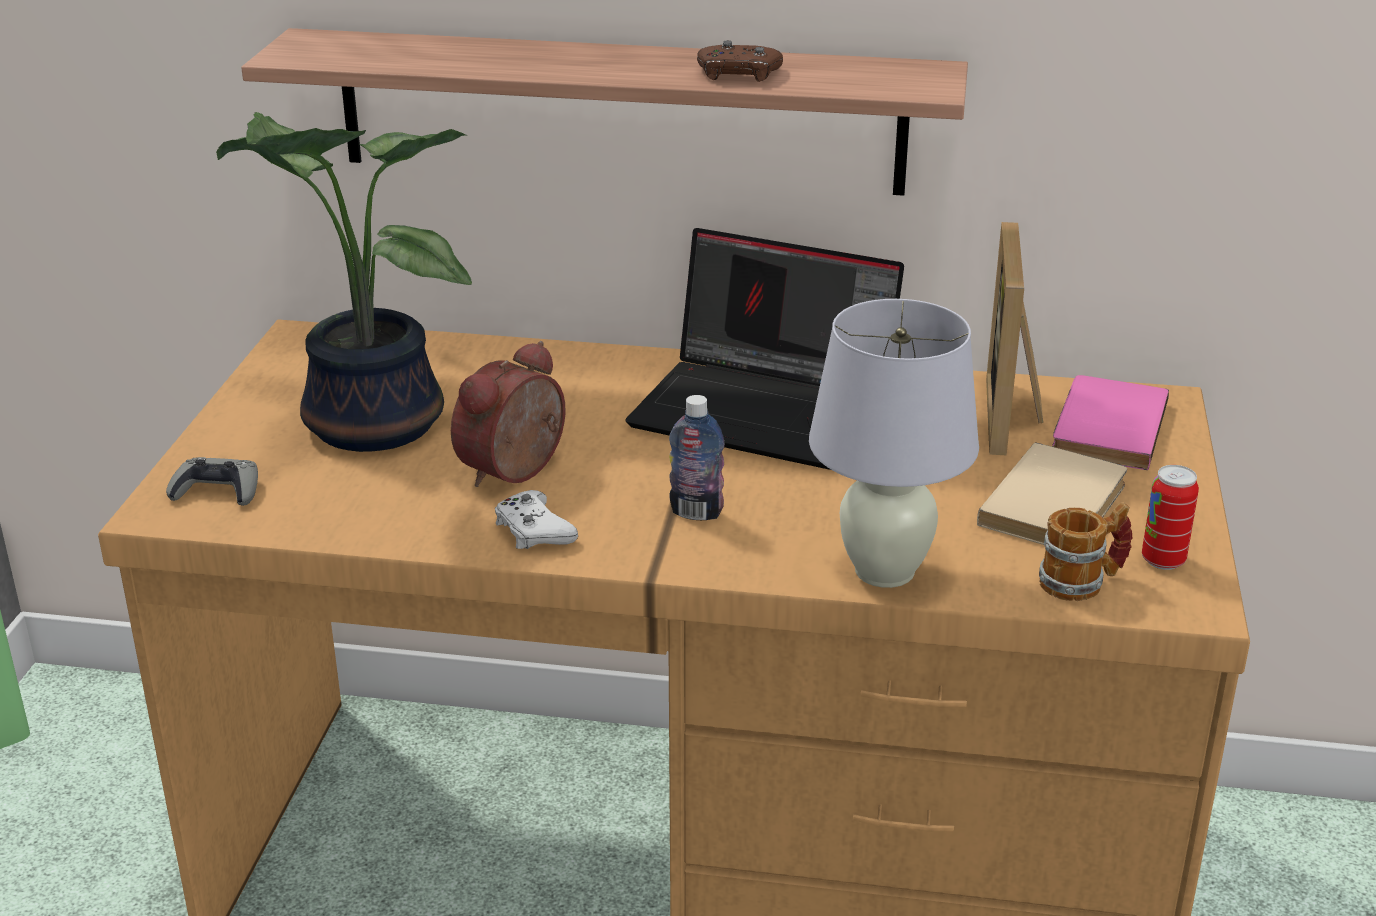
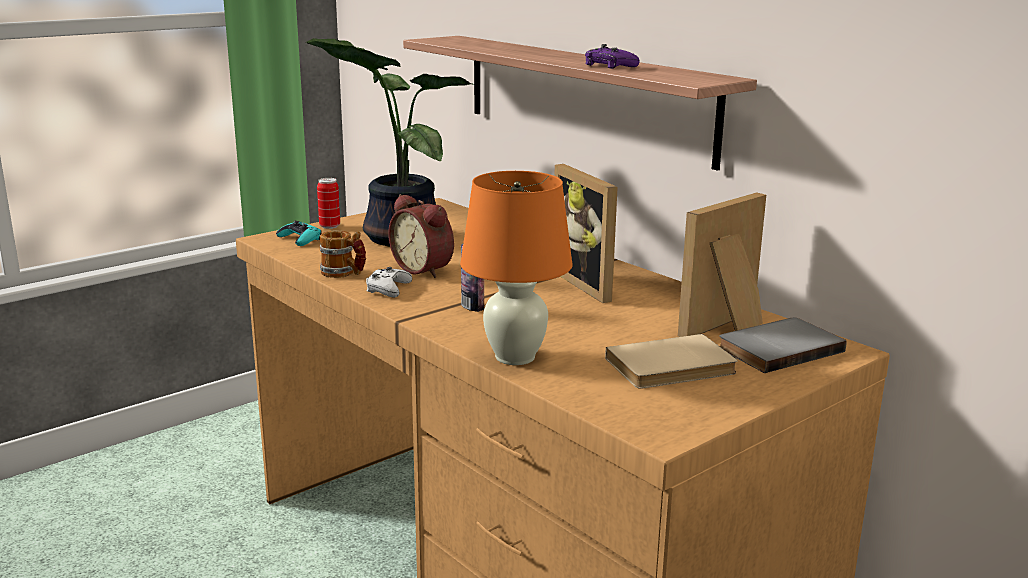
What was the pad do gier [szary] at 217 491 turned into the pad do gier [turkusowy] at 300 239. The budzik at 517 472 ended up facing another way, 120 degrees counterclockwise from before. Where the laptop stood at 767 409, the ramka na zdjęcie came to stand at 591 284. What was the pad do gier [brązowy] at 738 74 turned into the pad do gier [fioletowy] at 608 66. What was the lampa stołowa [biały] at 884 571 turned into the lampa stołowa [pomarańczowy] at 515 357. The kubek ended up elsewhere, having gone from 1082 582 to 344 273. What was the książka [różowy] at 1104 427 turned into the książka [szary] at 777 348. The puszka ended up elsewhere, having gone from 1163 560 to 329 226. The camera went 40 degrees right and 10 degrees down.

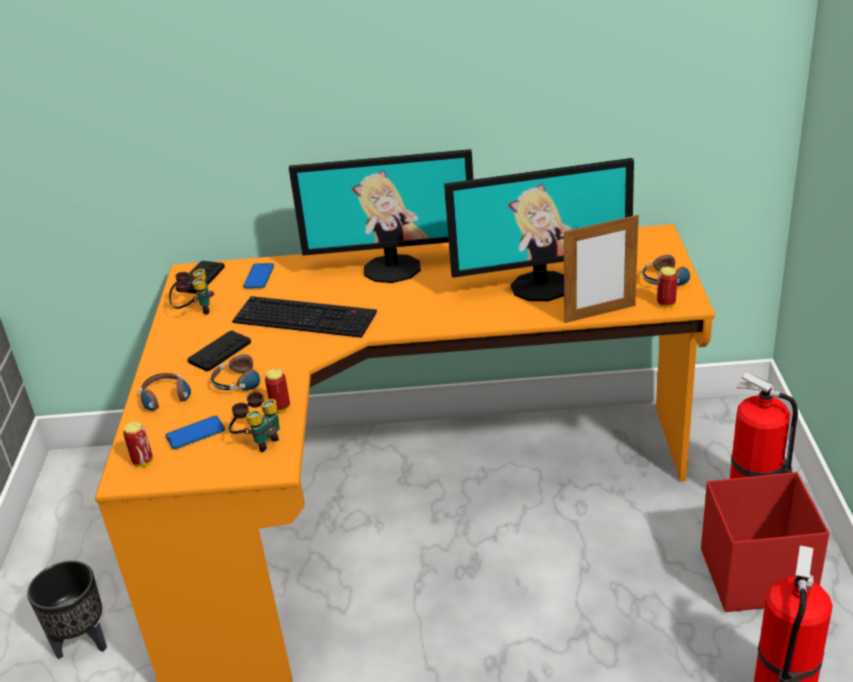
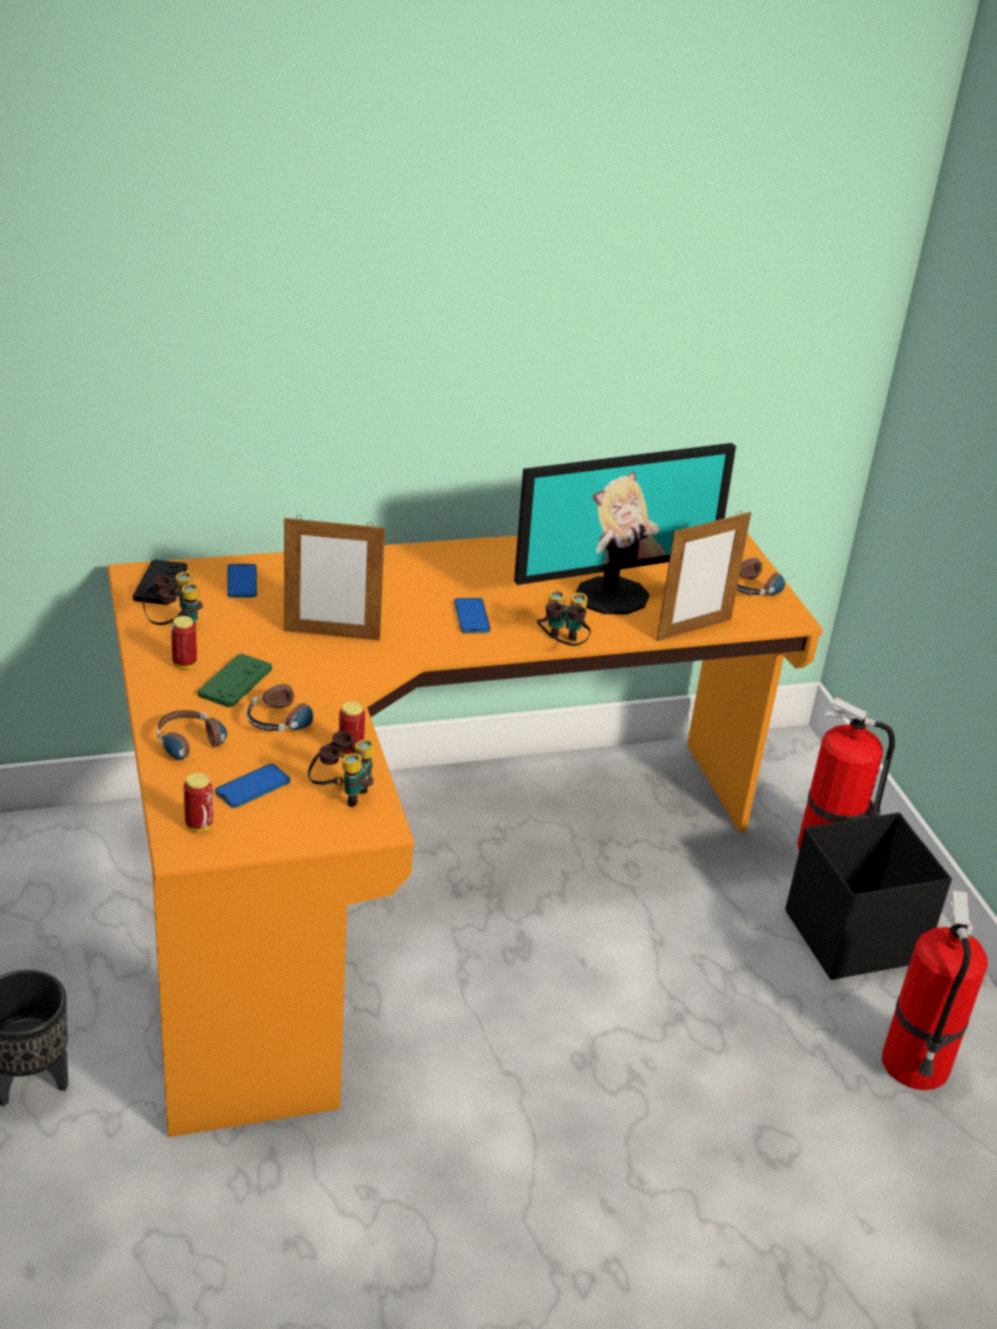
What was the pad do gier [czarny] at 220 352 turned into the pad do gier [zielony] at 235 682. Where the klawiatura stood at 307 317, the ramka na zdjęcie came to stand at 331 635. The second view lost the monitor at 392 268. The puszka ended up elsewhere, having gone from 666 304 to 184 664. What was the pojemnik do przechowywania [czerwony] at 754 575 turned into the pojemnik do przechowywania [czarny] at 851 936. The second view gained the telefon at 471 617. The second view gained the lornetka at 561 646. The camera went 20 degrees left and 0 degrees up.

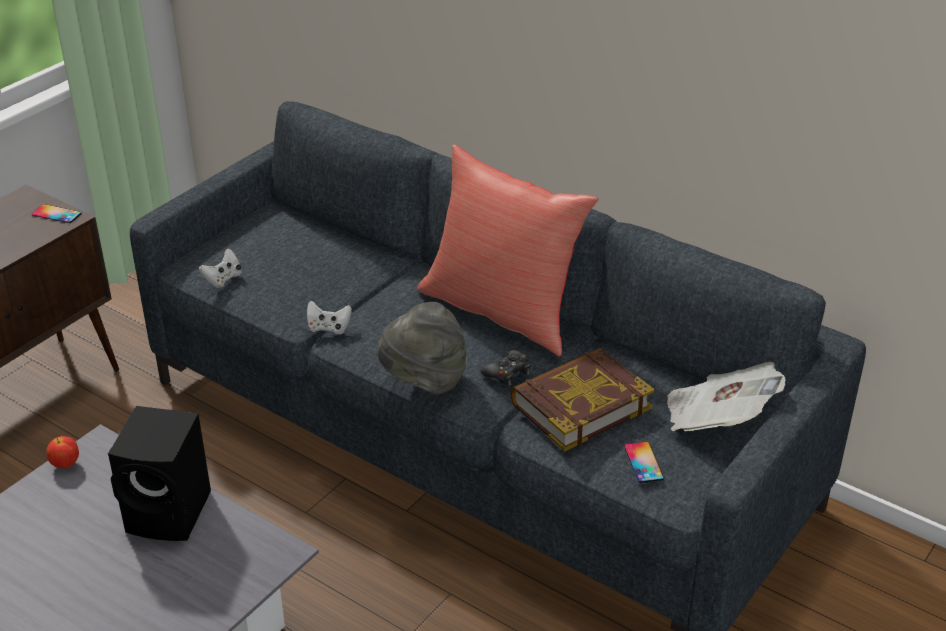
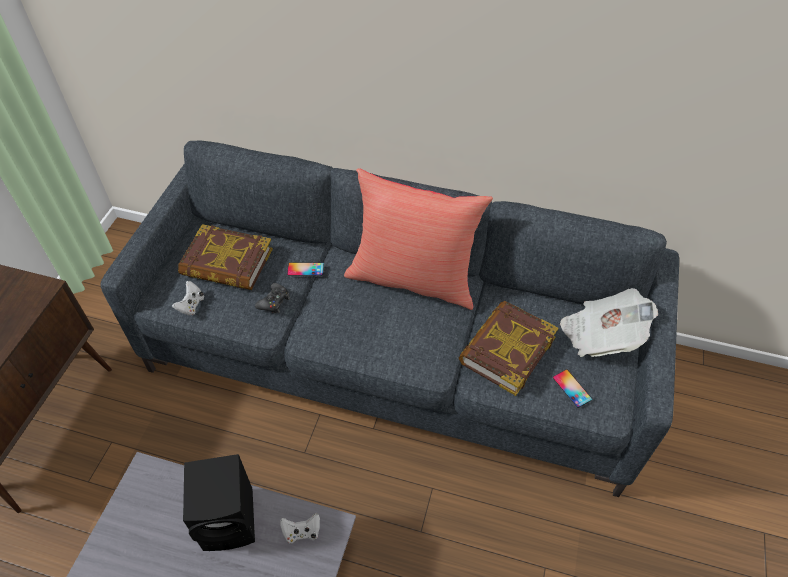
The telefon ended up elsewhere, having gone from 56 214 to 305 269. The second view lost the jabłko at 65 465. The pad do gier [biały] ended up elsewhere, having gone from 328 328 to 302 532. The second view lost the kapelusz [szary] at 424 381. The pad do gier [czarny] ended up elsewhere, having gone from 507 373 to 274 301. The second view gained the książka at 227 263. The camera went 20 degrees left and 15 degrees up.

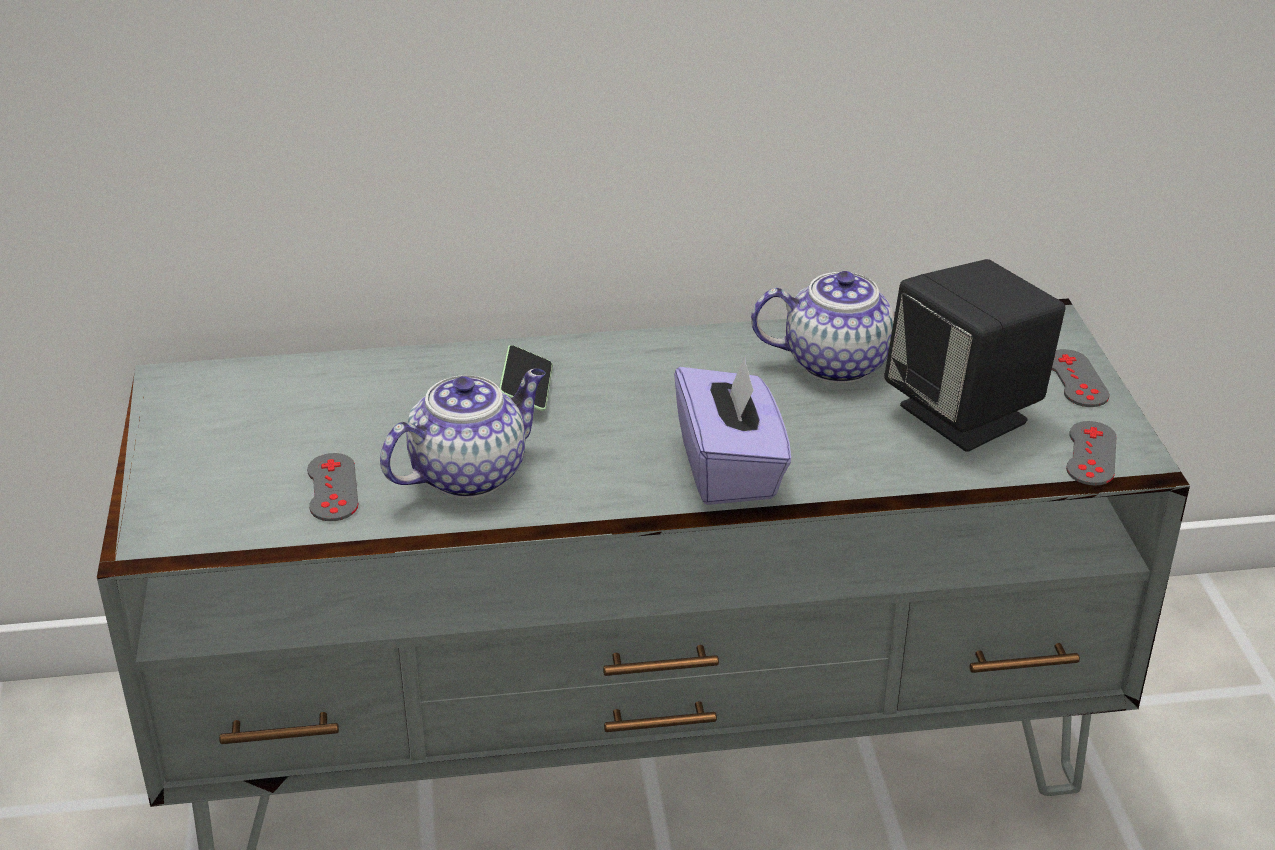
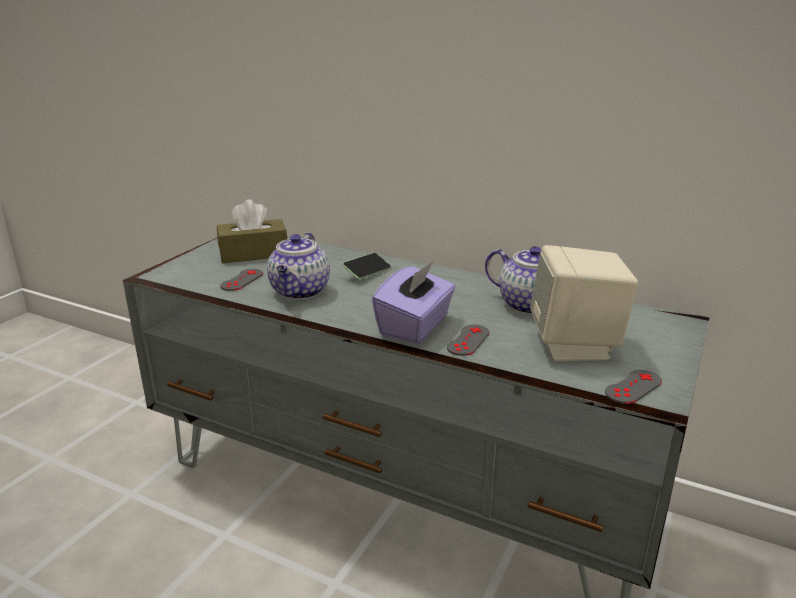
The imbryk at 470 473 ended up facing another way, 105 degrees clockwise from before. What was the głośnik [czarny] at 966 414 turned into the głośnik [beżowy] at 575 345. The pad do gier [szary] ended up elsewhere, having gone from 1076 379 to 468 340. The second view gained the pudełko chusteczek [brązowy] at 253 254. The camera went 35 degrees right and 10 degrees down.

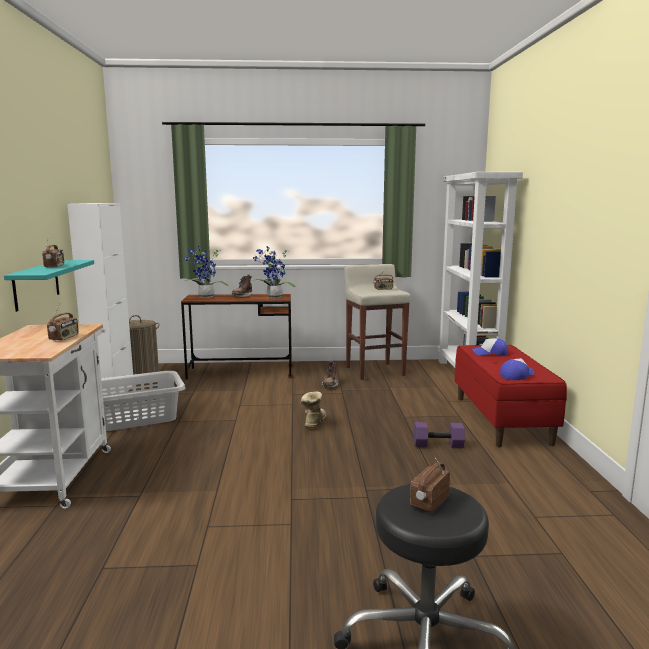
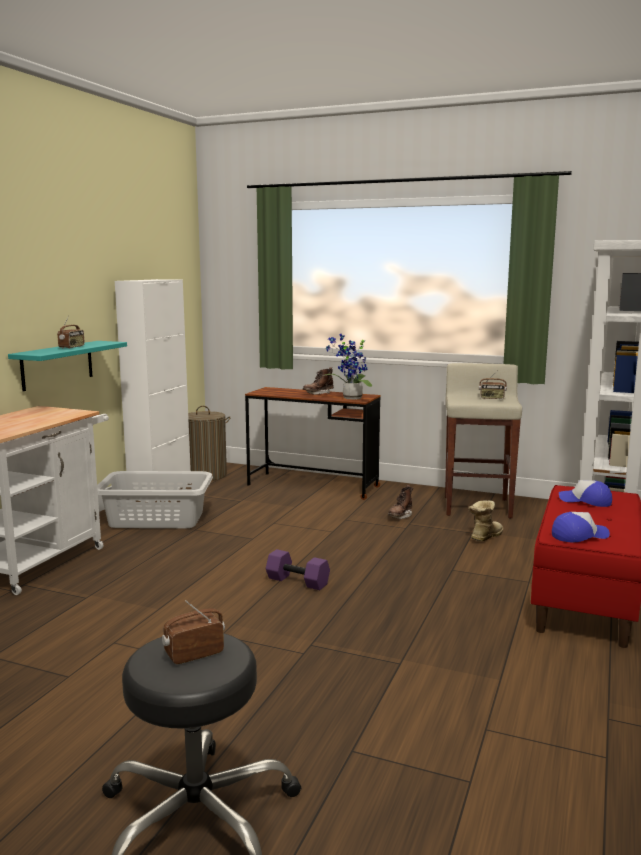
The second view lost the radio at 64 338. The second view lost the roślina doniczkowa at 205 297. The but z cholewką ended up elsewhere, having gone from 313 423 to 484 536. The hantel [fioletowy] ended up elsewhere, having gone from 438 444 to 298 581. The camera went 25 degrees right and 0 degrees up.

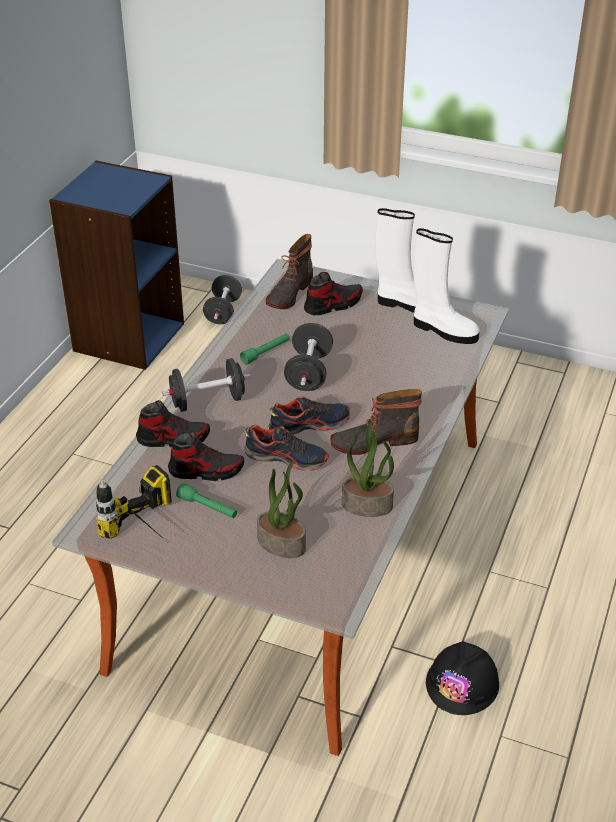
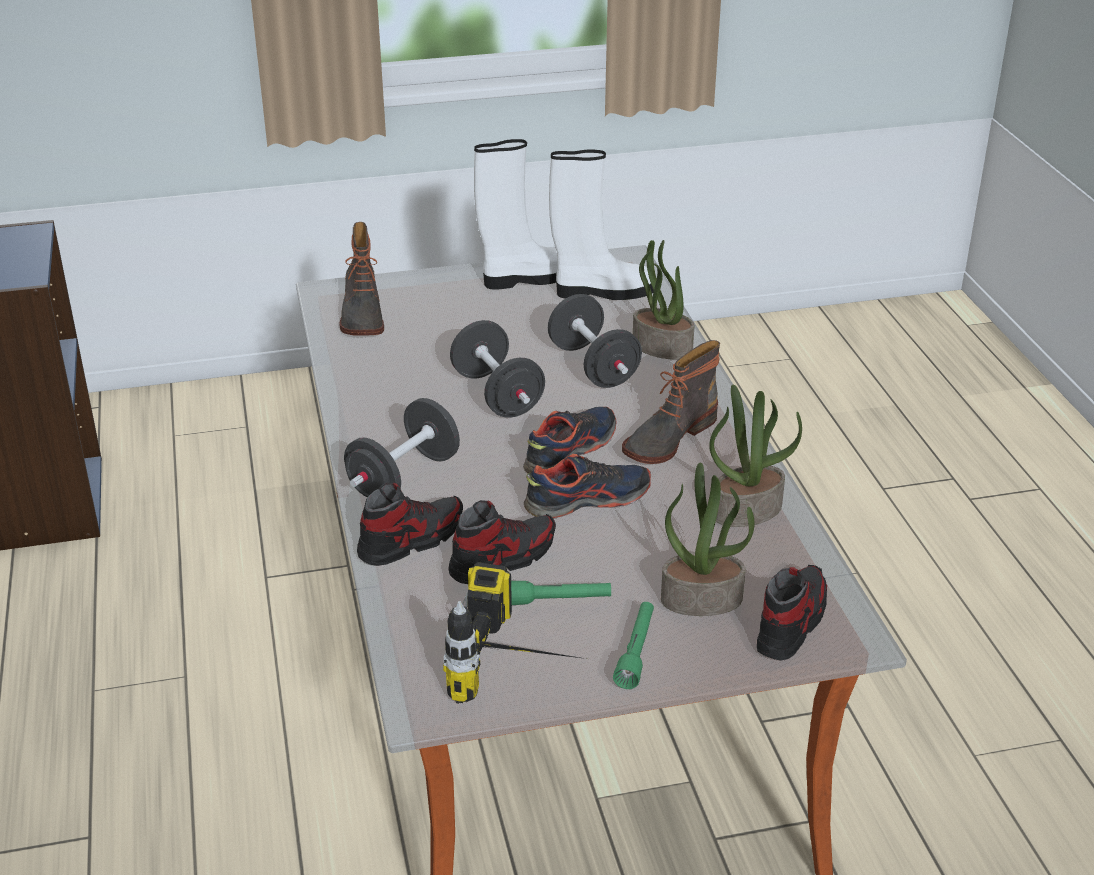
The hantel [czarny] ended up elsewhere, having gone from 223 312 to 593 366. The latarka [zielony] ended up elsewhere, having gone from 266 352 to 636 651. The but ended up elsewhere, having gone from 333 305 to 791 623. The second view lost the kask [czarny] at 462 683. The second view gained the roślina doniczkowa at 661 347. The camera went 35 degrees left and 5 degrees down.

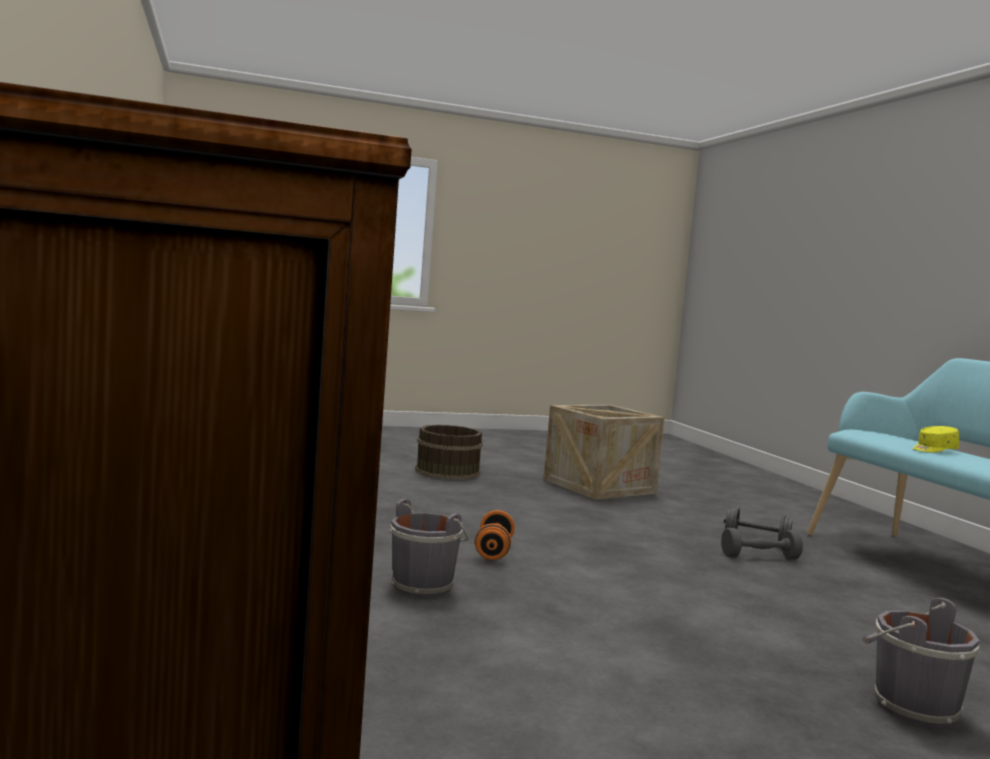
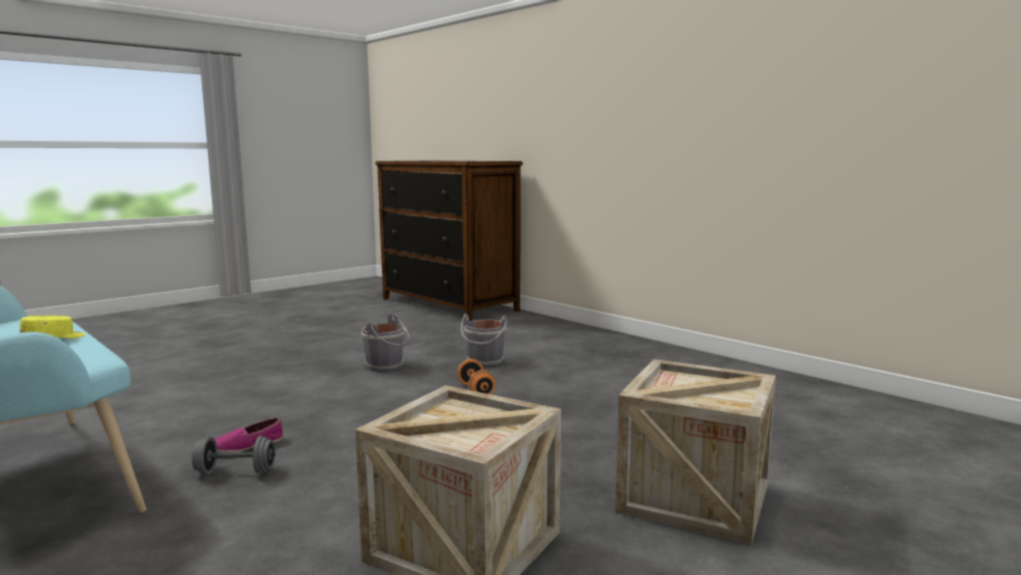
Where the wiadro [brązowy] stood at 447 471, the skrzynka came to stand at 694 498. Where the hantel [szary] stood at 760 557, the but came to stand at 247 446. The wiadro [szary] ended up elsewhere, having gone from 911 706 to 386 366. The camera went 155 degrees right and 5 degrees up.

